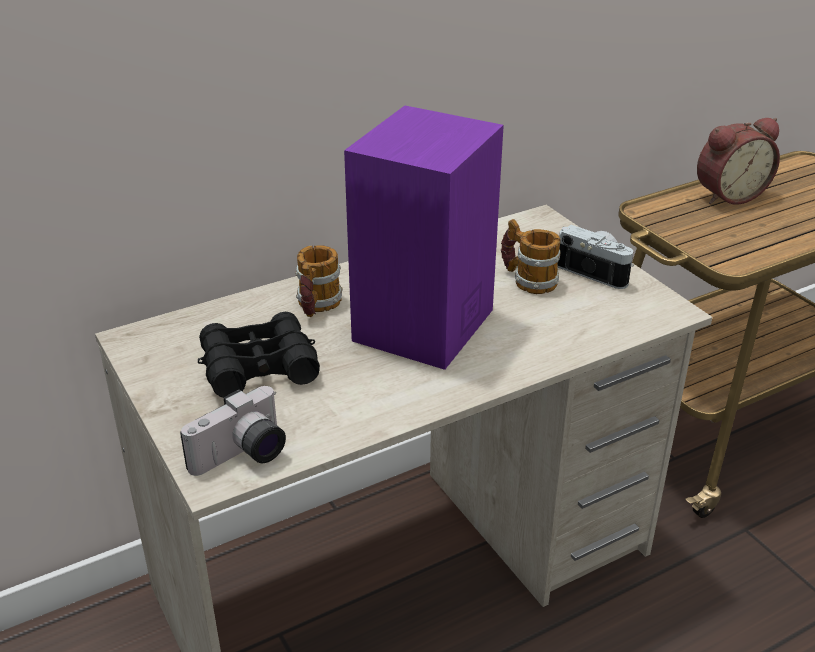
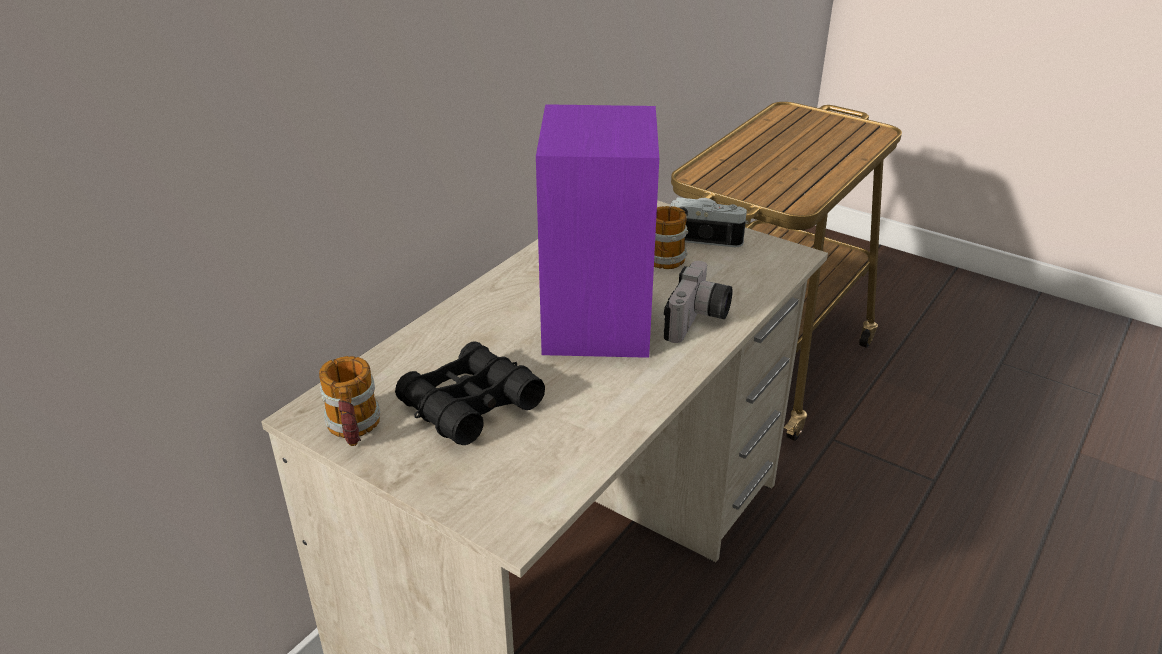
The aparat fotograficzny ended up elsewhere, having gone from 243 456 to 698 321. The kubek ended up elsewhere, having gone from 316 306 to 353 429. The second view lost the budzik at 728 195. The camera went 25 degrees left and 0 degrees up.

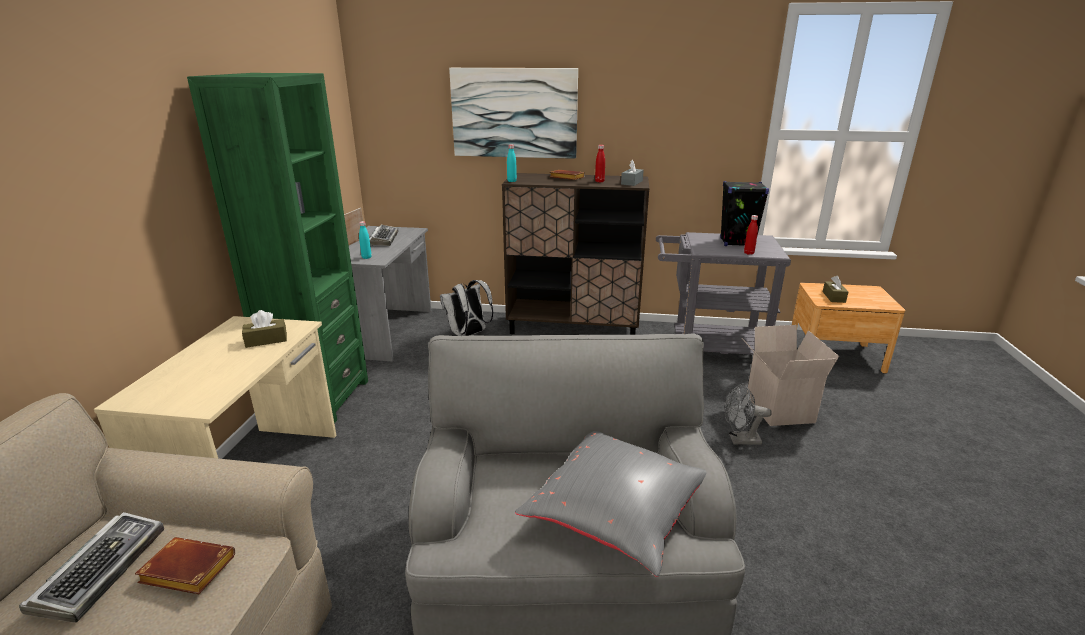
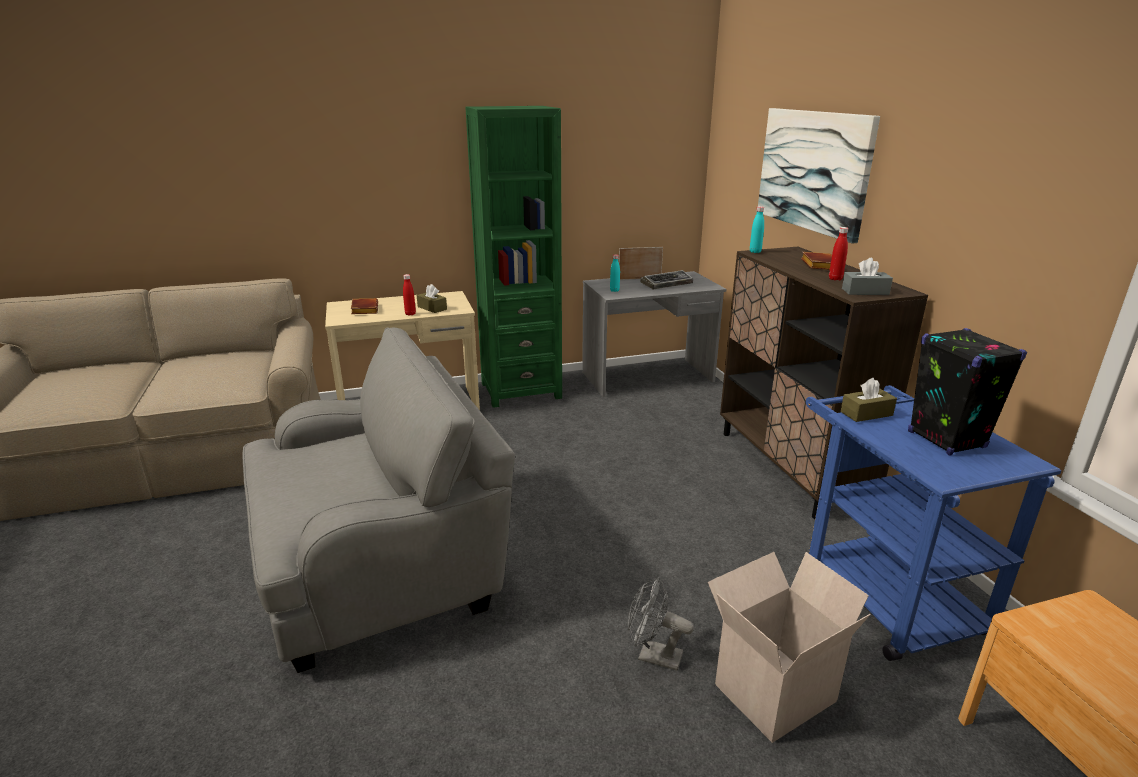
The second view lost the klawiatura at 102 569. The książka [brązowy] ended up elsewhere, having gone from 185 572 to 364 309. The second view lost the plecak [biały] at 468 334. The second view lost the poduszka [szary] at 617 516. What was the wózek [szary] at 708 349 turned into the wózek [niebieski] at 881 590. The wentylator [szary] at 740 440 ended up facing another way, 45 degrees counterclockwise from before. The butelka [czerwony] ended up elsewhere, having gone from 748 253 to 410 314. The pudełko chusteczek [brązowy] ended up elsewhere, having gone from 833 297 to 866 413. The camera went 65 degrees right and 0 degrees up.

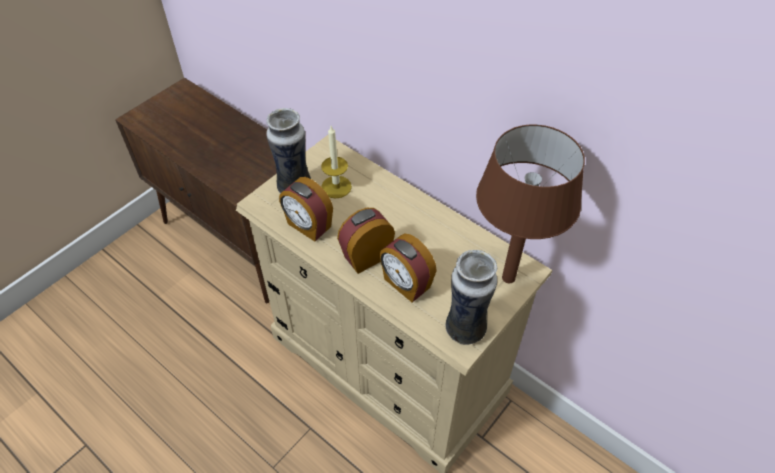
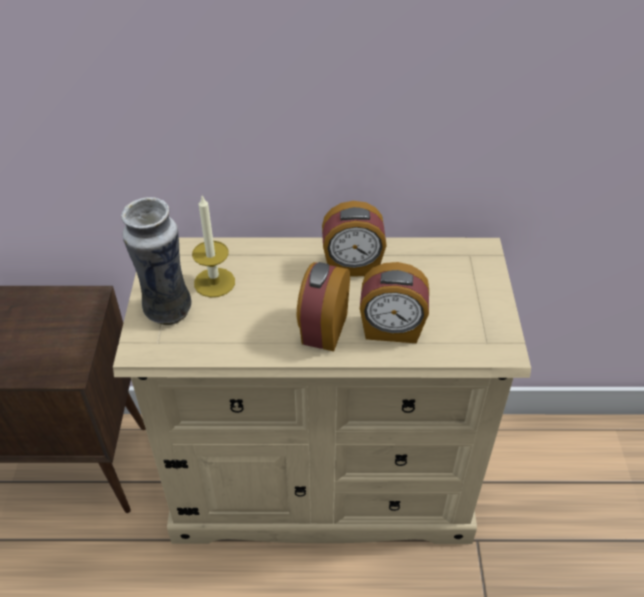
The budzik ended up elsewhere, having gone from 308 226 to 352 266. The second view lost the wazon at 465 329. The second view lost the lampa stołowa [brązowy] at 508 278. The camera went 40 degrees left and 5 degrees down.

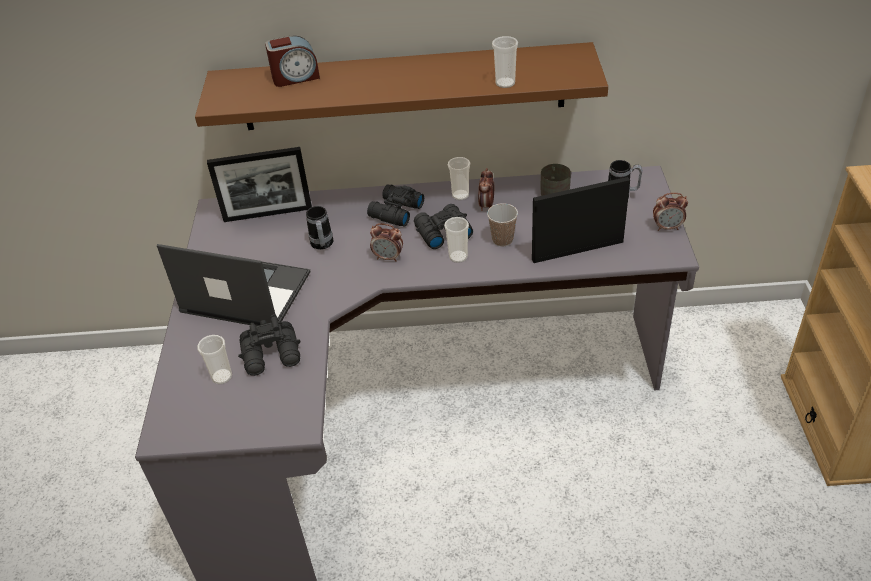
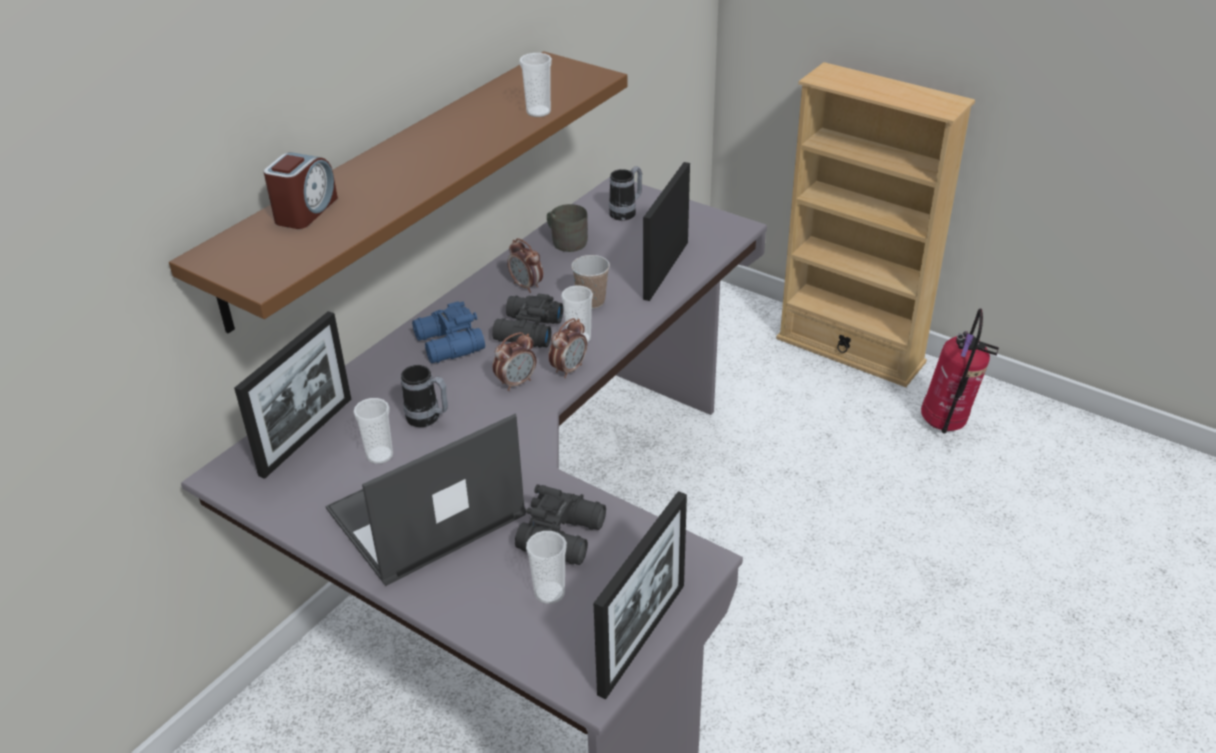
What was the lornetka [czarny] at 395 212 turned into the lornetka [niebieski] at 448 345. The filiżanka ended up elsewhere, having gone from 460 195 to 380 455. The budzik ended up elsewhere, having gone from 667 227 to 569 369. The second view gained the ramka na zdjęcie at 642 638. The second view gained the gaśnica at 946 425. The camera went 55 degrees left and 5 degrees down.

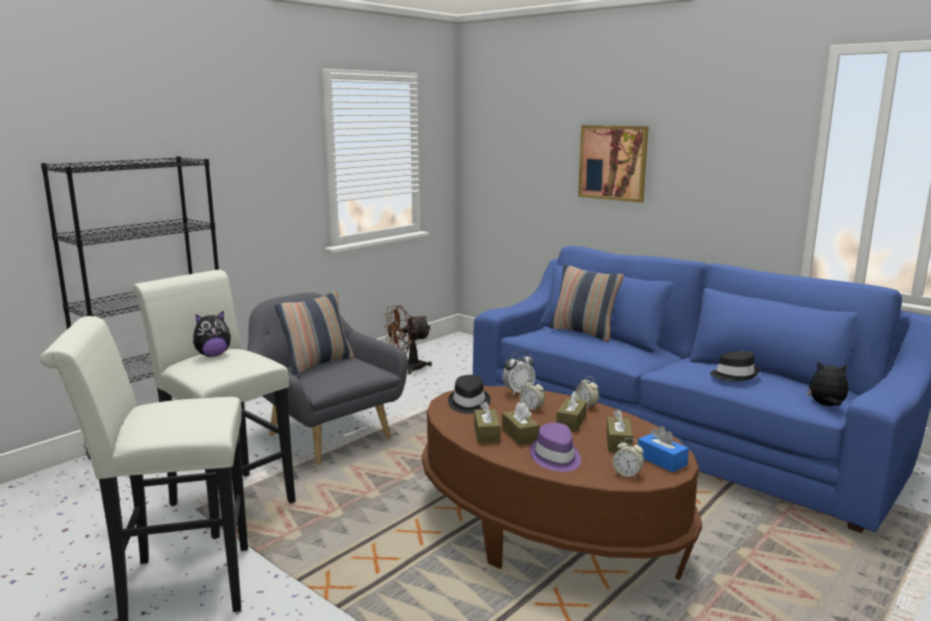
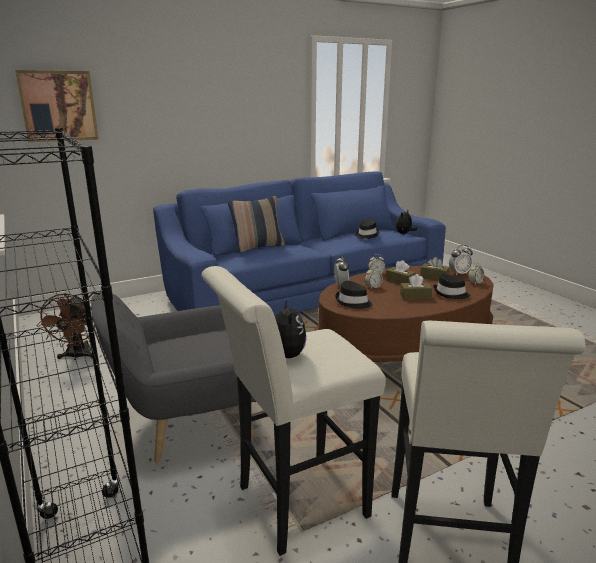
The second view lost the poduszka at 317 363. The second view lost the pudełko chusteczek [brązowy] at 486 434. What was the kapelusz [fioletowy] at 555 457 turned into the kapelusz [czarny] at 450 294. The obraz ended up elsewhere, having gone from 613 162 to 58 106. Where the pudełko chusteczek [niebieski] stood at 661 460, the budzik came to stand at 459 273. The camera went 70 degrees left and 5 degrees up.

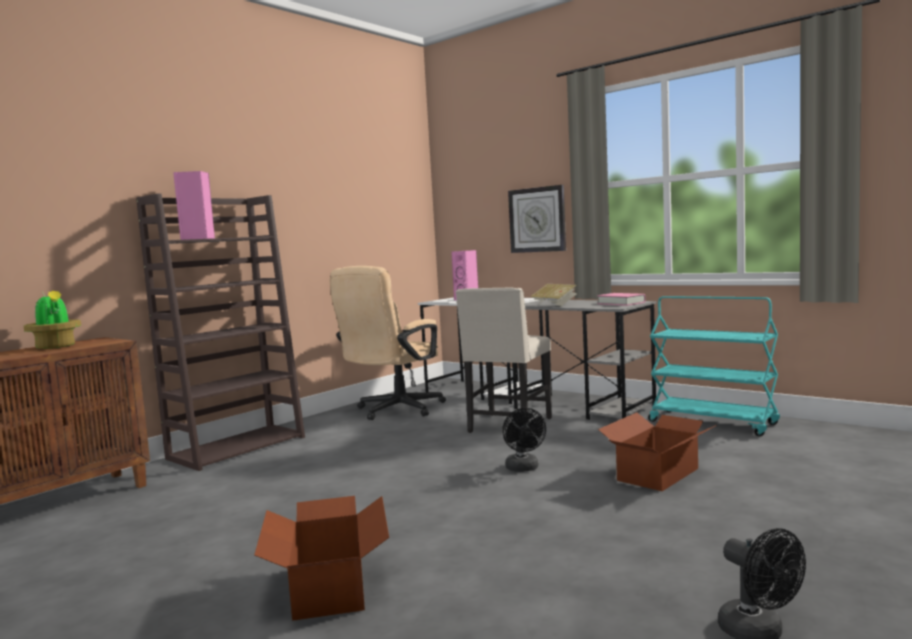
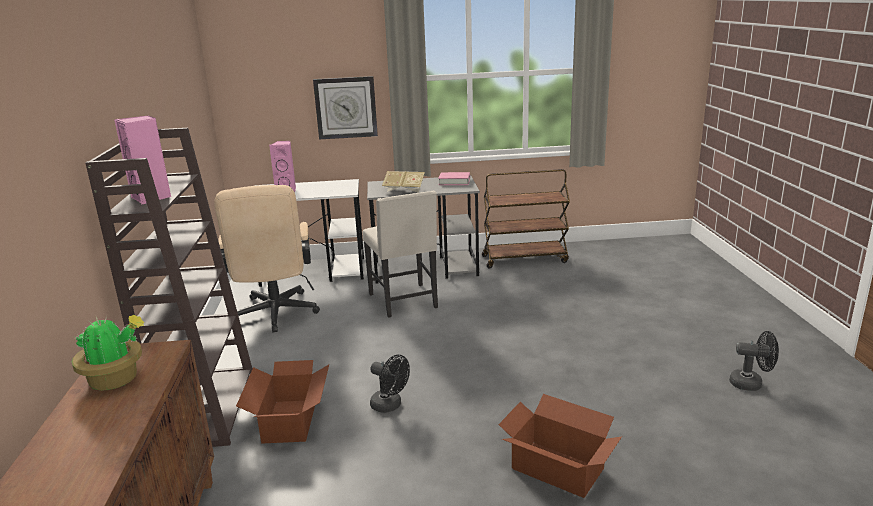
The wentylator [czarny] ended up elsewhere, having gone from 523 469 to 390 406. The karton ended up elsewhere, having gone from 659 474 to 291 420. What was the wózek [turkusowy] at 713 423 turned into the wózek [brązowy] at 525 259. The camera went 45 degrees left and 15 degrees up.

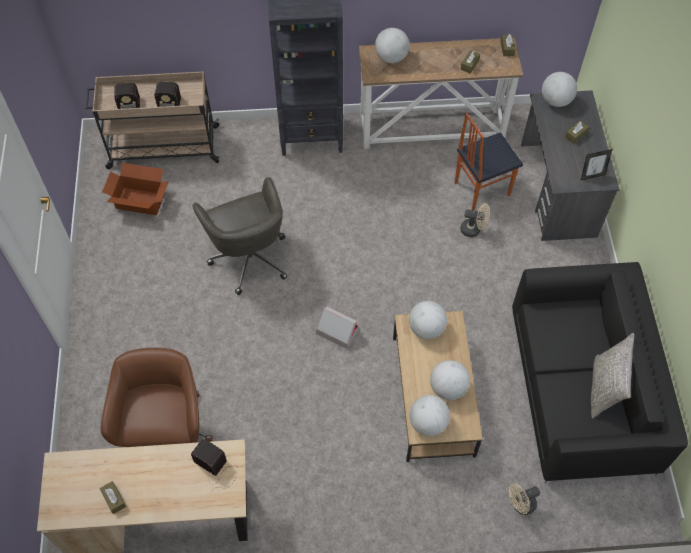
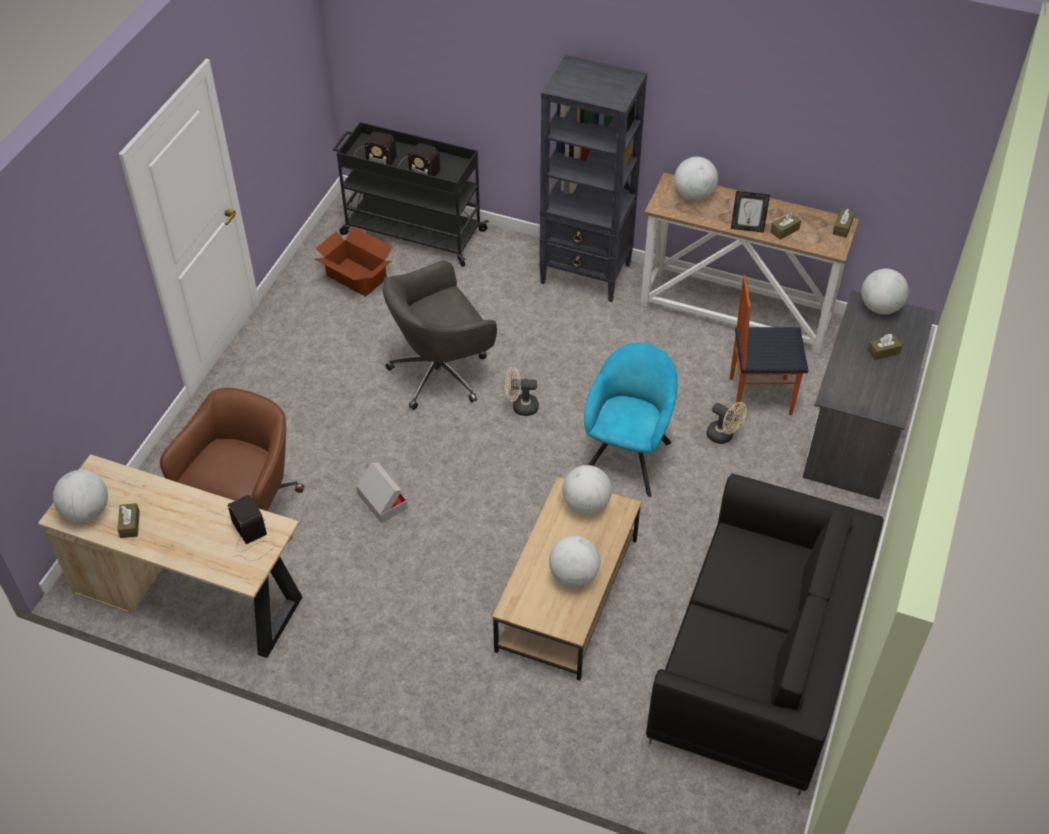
What was the wózek [beżowy] at 162 147 turned into the wózek [czarny] at 411 232. The krzesło biurowe [szary] at 249 257 ended up facing another way, 60 degrees clockwise from before. The karton ended up elsewhere, having gone from 337 332 to 382 501. The globus ended up elsewhere, having gone from 428 423 to 87 512. The wentylator [beżowy] ended up elsewhere, having gone from 520 505 to 520 407. The ramka na zdjęcie ended up elsewhere, having gone from 592 176 to 747 228. The second view lost the poduszka [szary] at 604 388. The second view gained the fotel [turkusowy] at 628 455. The camera went 25 degrees right and 10 degrees down.

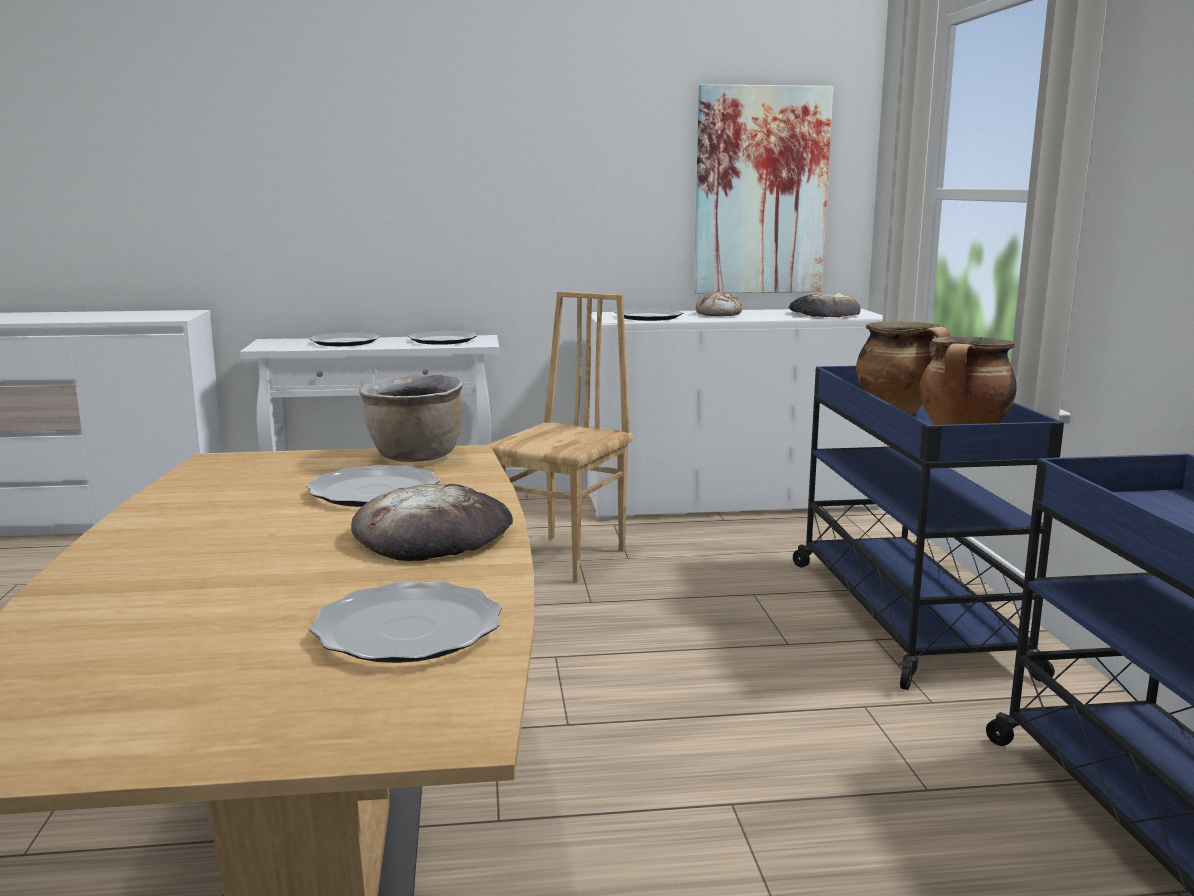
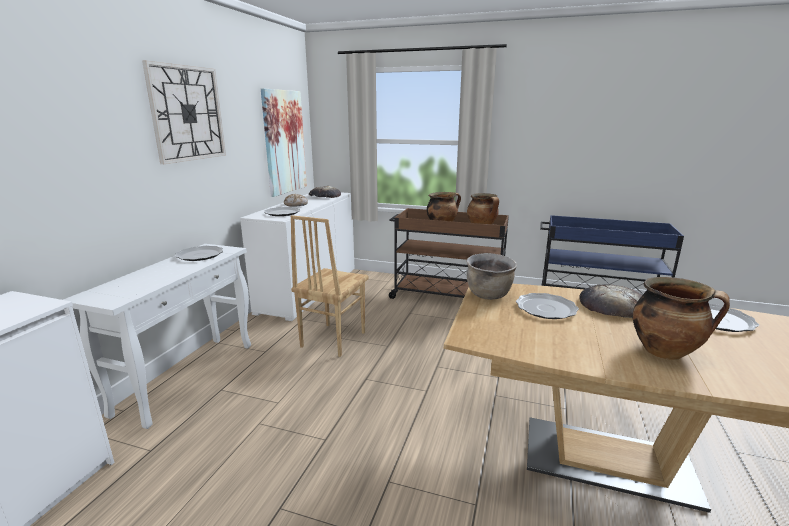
The second view lost the talerz at 345 342. The krzesło [brązowy] at 566 558 ended up facing another way, 120 degrees counterclockwise from before. What was the wózek [niebieski] at 903 614 turned into the wózek [brązowy] at 446 296. The second view gained the zegar ścienny at 187 113. The second view gained the garnek at 666 352. The camera went 65 degrees left and 5 degrees up.

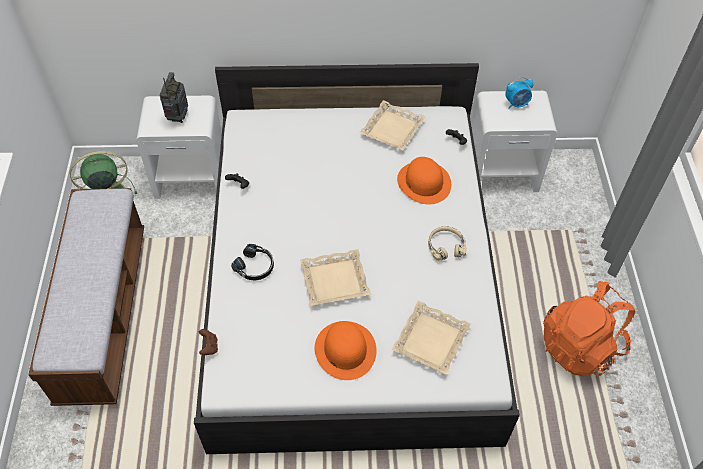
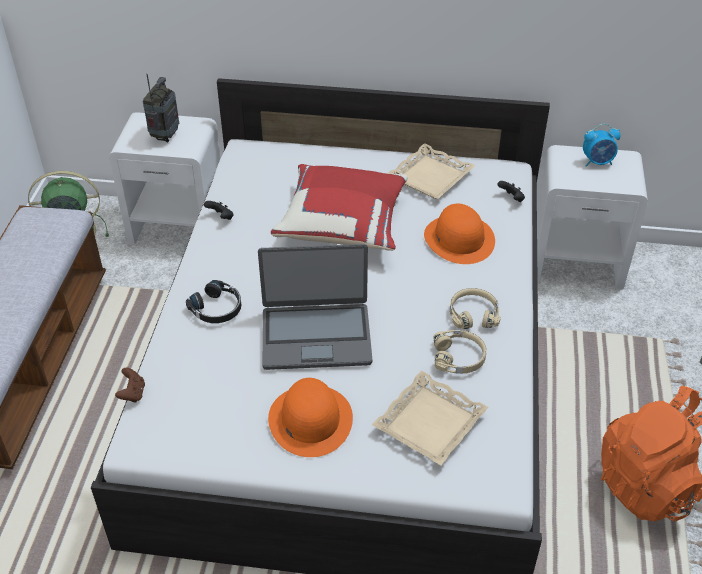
Where the taca [beżowy] stood at 335 280, the laptop came to stand at 316 336. The second view gained the poduszka [czerwony] at 343 224. The second view gained the słuchawki [beżowy] at 459 357. The camera went 10 degrees right and 10 degrees down.

